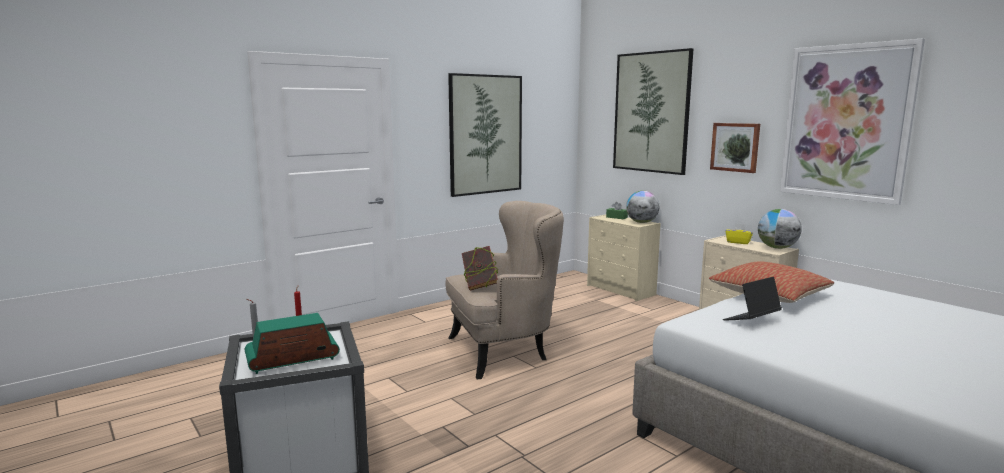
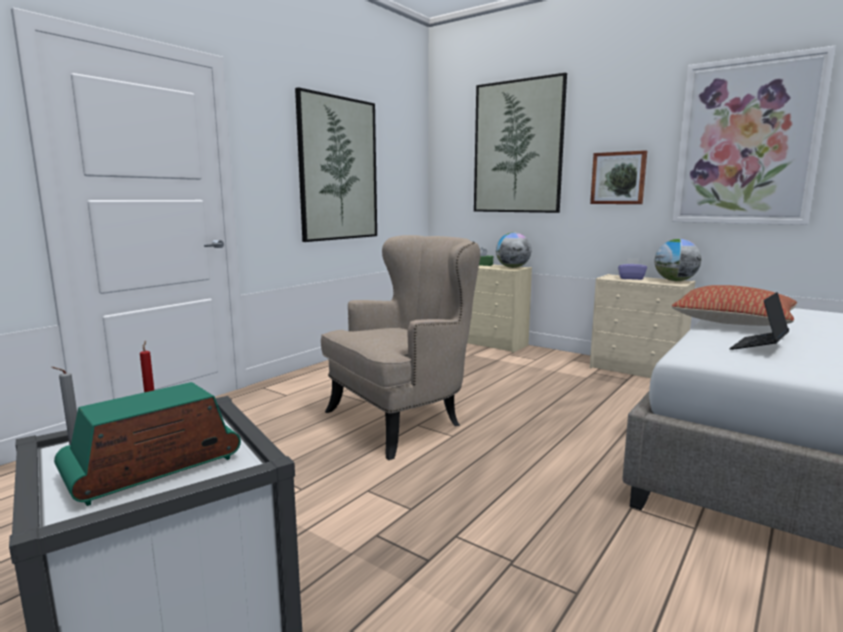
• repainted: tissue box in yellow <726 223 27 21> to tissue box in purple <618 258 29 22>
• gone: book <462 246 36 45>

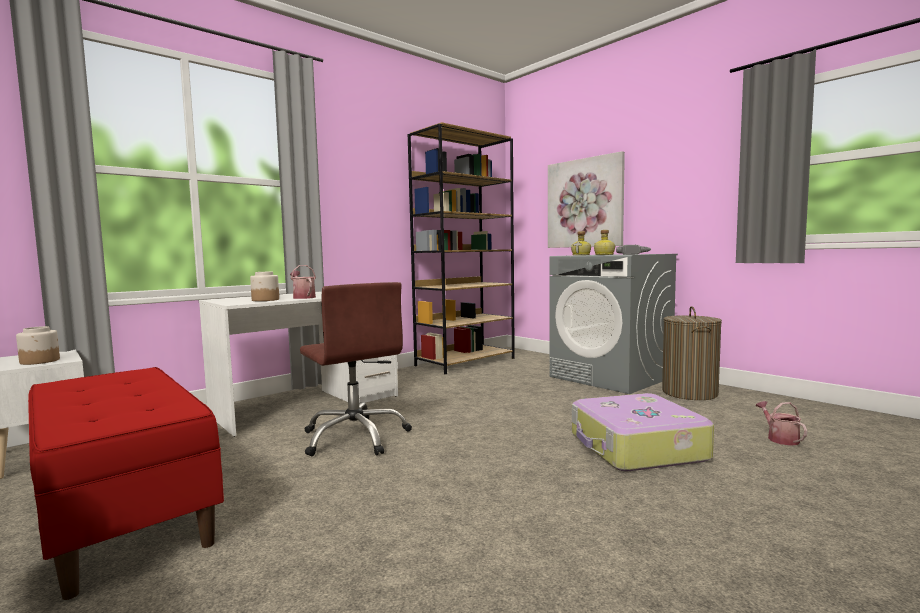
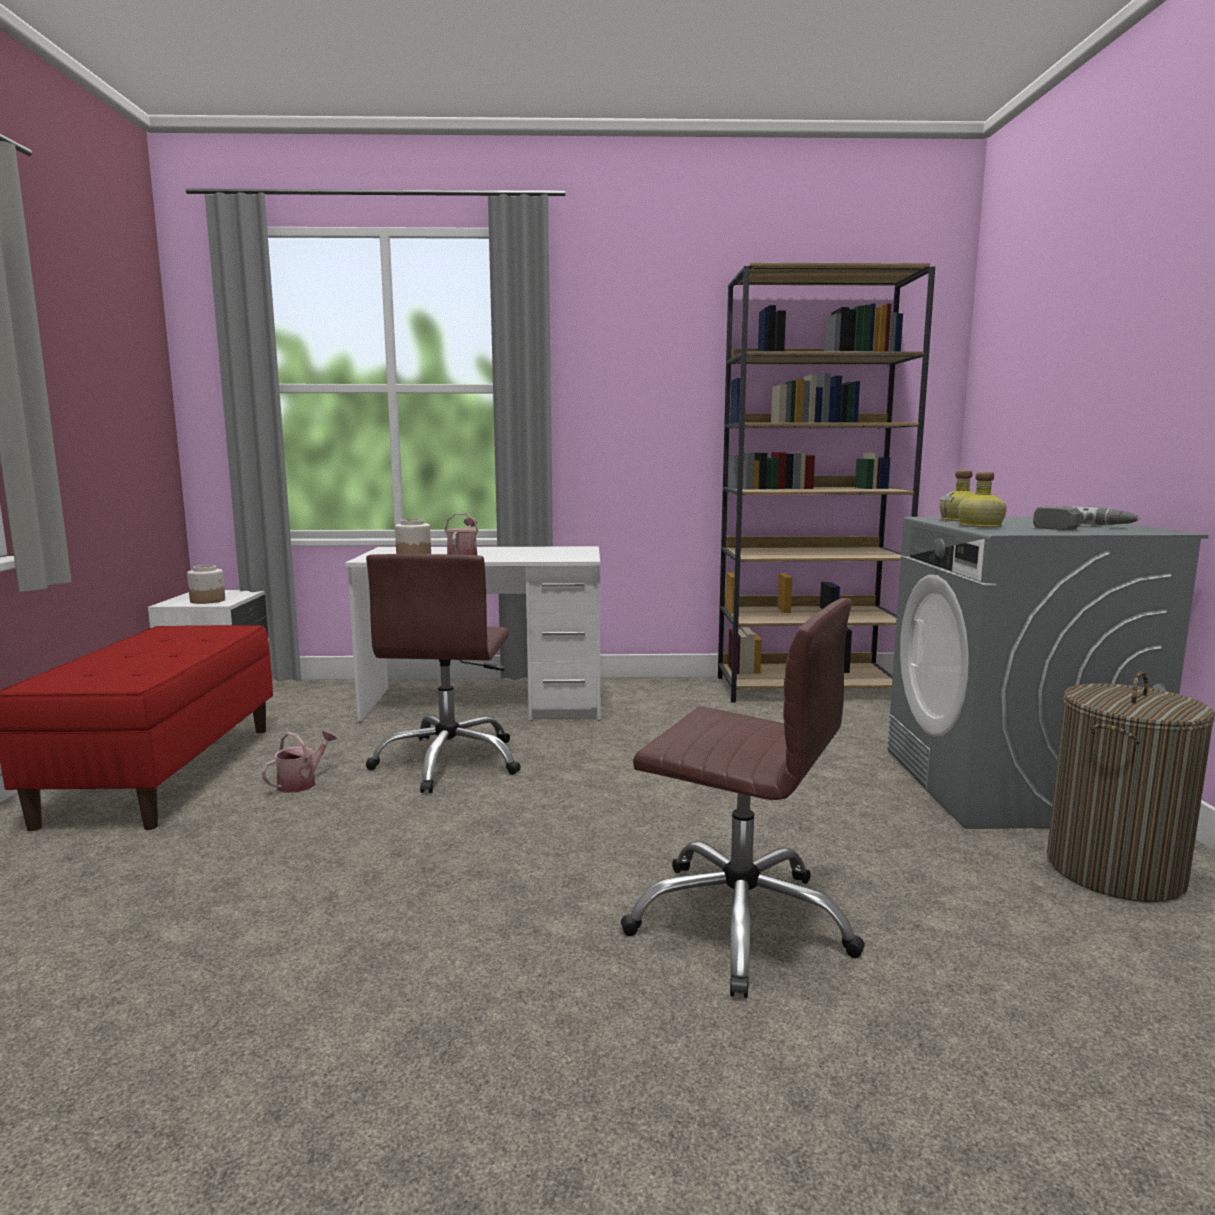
• shifted: watering can <756 401 51 45> to <261 731 76 62>
• swapped: suitcase <572 393 142 78> to office chair in brown <621 598 244 400>
• gone: picture <548 151 77 97>

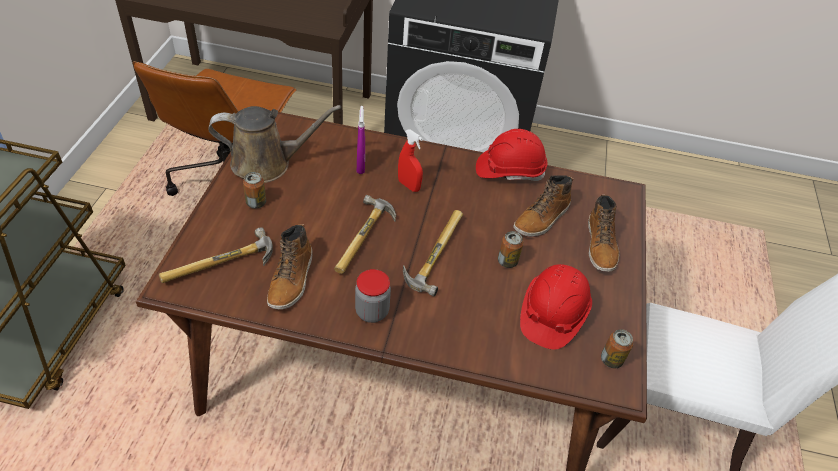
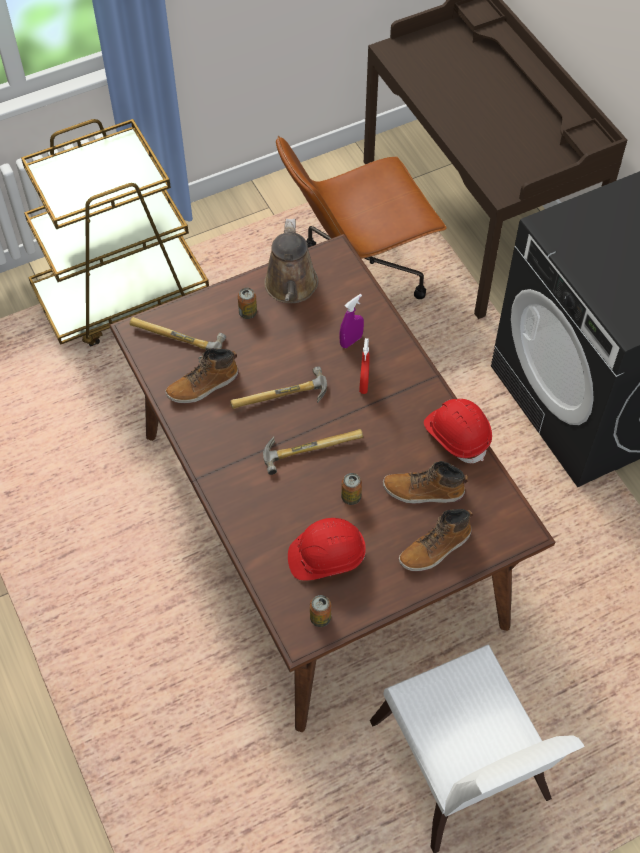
• rotated: watering can in brown <208 105 133 78> = <264 219 54 84> 45 degrees clockwise
• gone: jar <355 269 36 54>

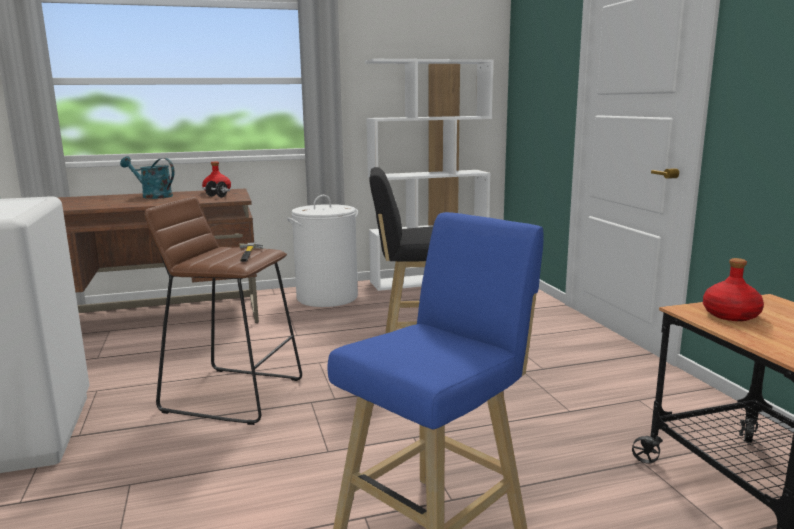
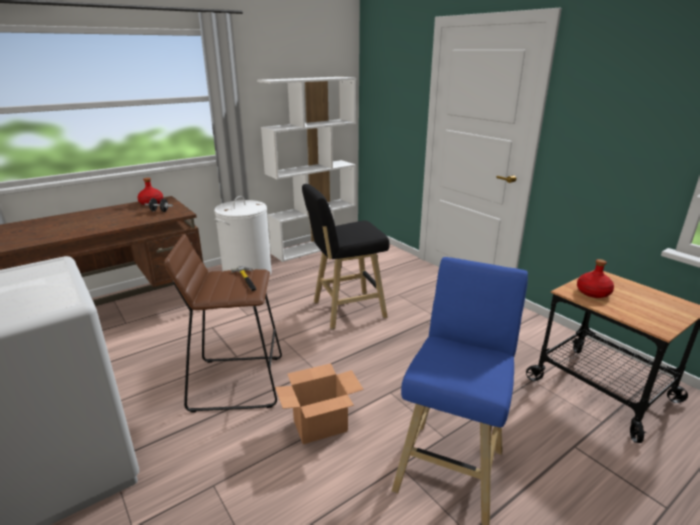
• new: cardboard box <275 363 89 81>
• gone: watering can in turquoise <120 156 55 43>

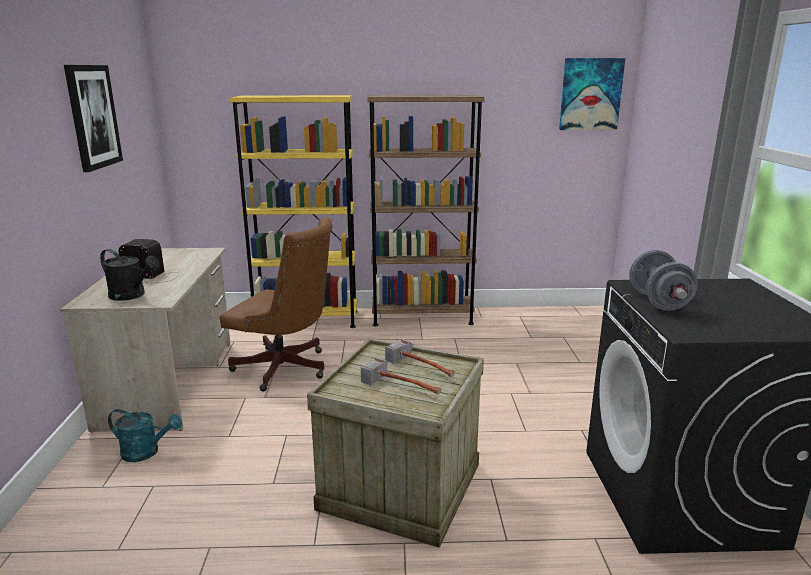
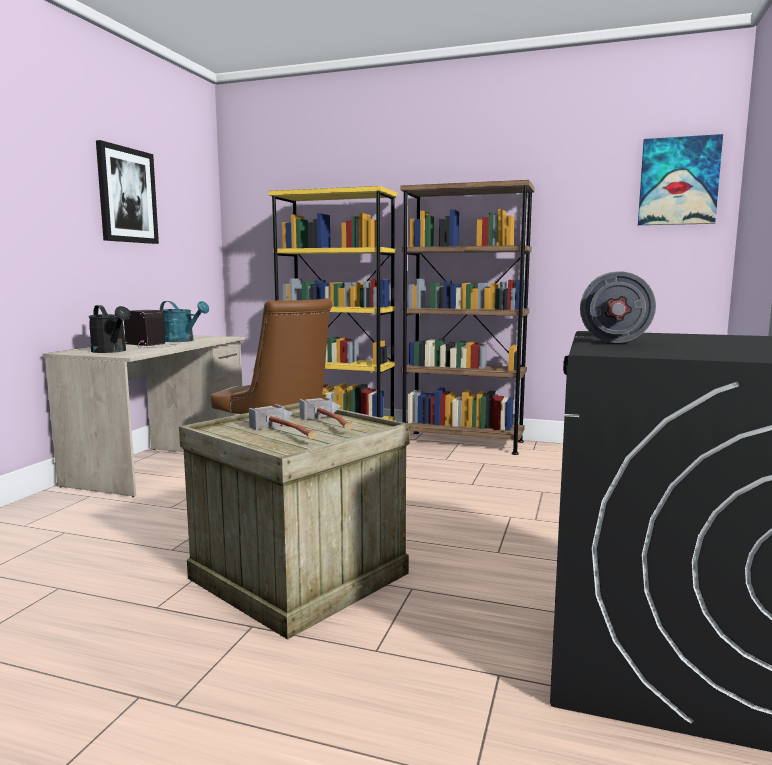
• shifted: watering can in turquoise <108 409 74 53> to <160 301 49 41>

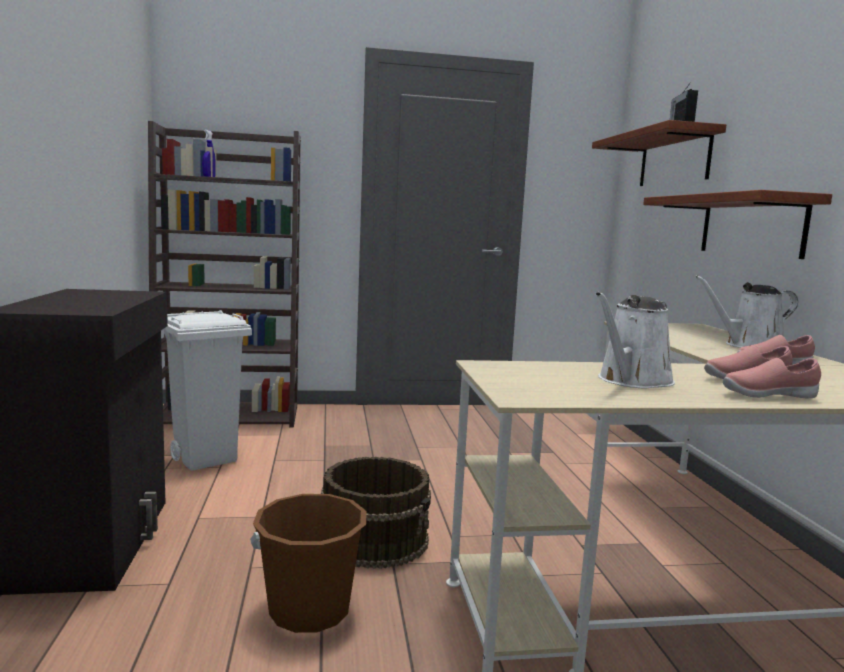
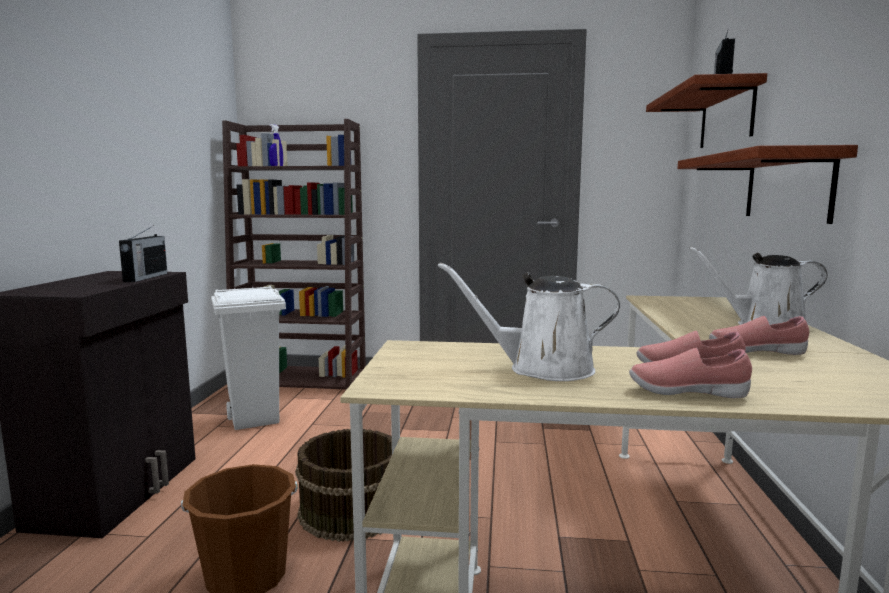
• new: radio <119 226 48 56>
• rotated: watering can in white <595 292 80 97> = <438 262 182 119> 45 degrees clockwise

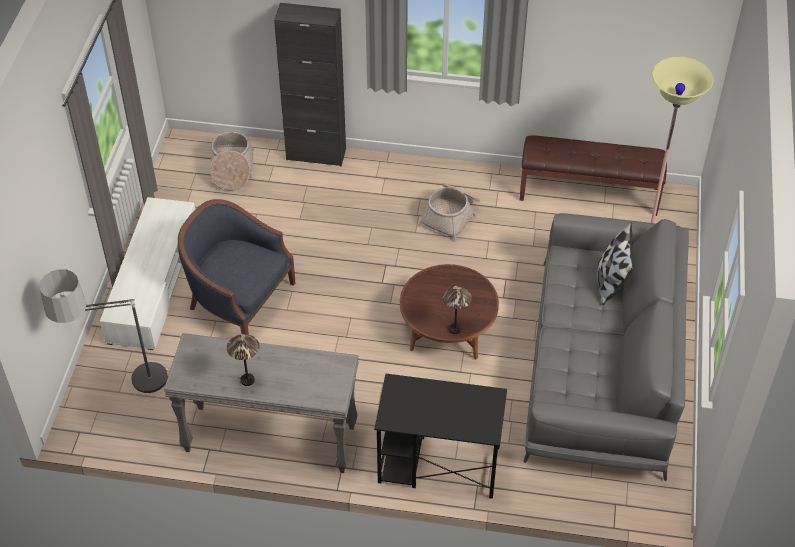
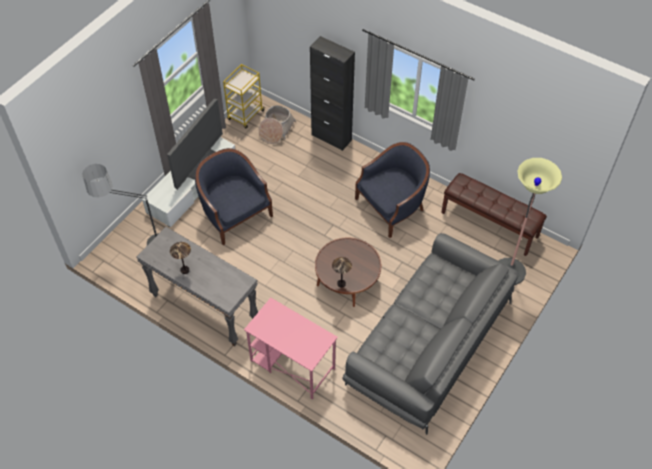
• new: television <167 99 56 91>
• new: cart in yellow <223 64 42 64>
• repainted: desk in black <374 374 133 125> to desk in pink <244 297 94 103>
• swapped: basket <418 183 62 59> to armchair in blue <355 142 75 96>
• gone: pillow <597 222 36 83>

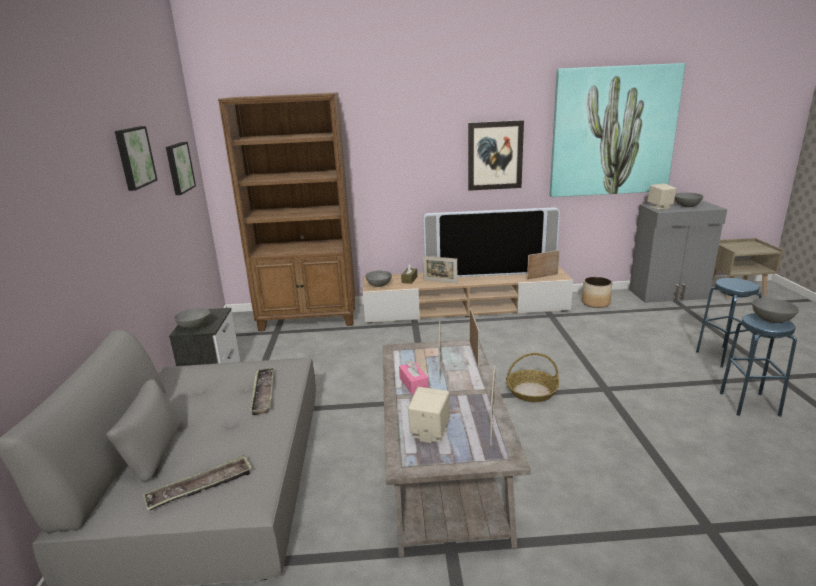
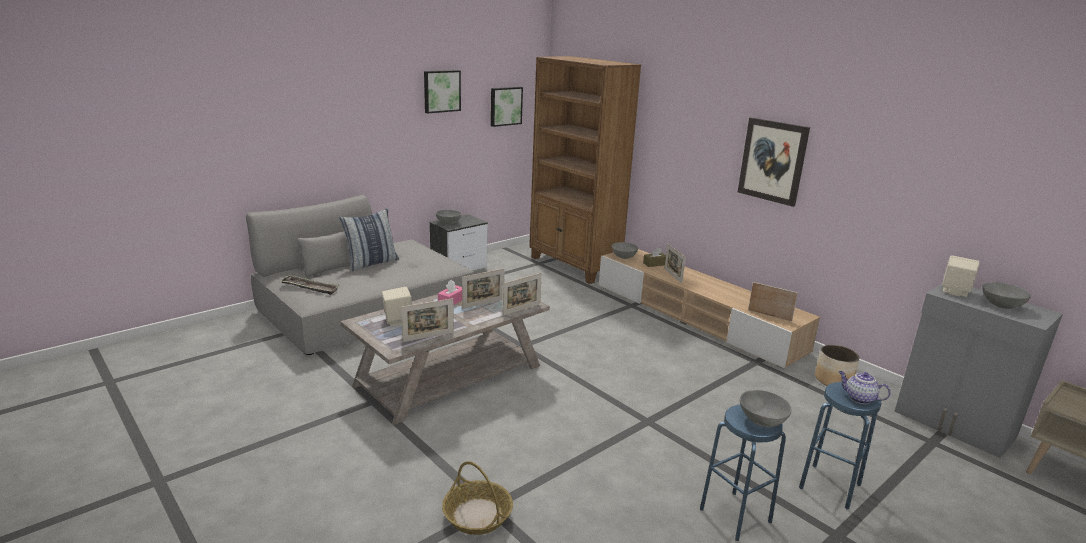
• new: pillow <339 208 60 63>
• shifted: basket <506 353 53 49> to <442 461 71 74>
• new: teapot <839 371 52 33>
• gone: tray <250 367 24 48>
• gone: television <423 207 137 70>
• gone: picture <550 63 135 134>

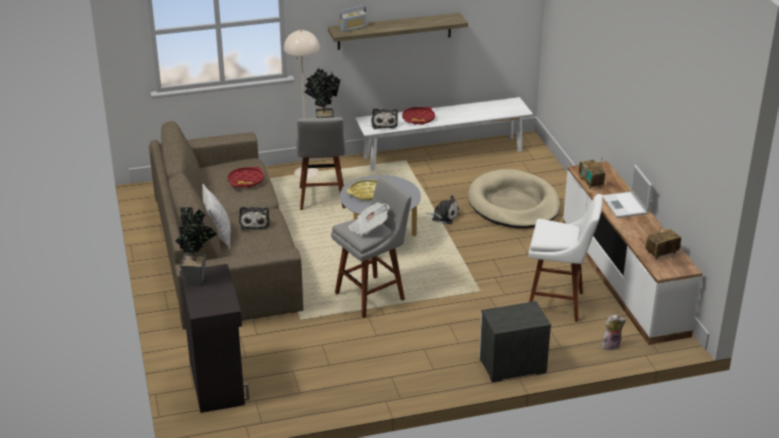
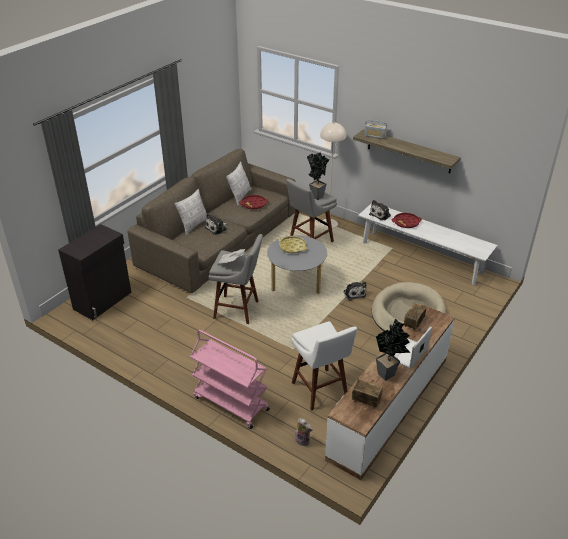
• swapped: nightstand <479 301 72 82> to cart in pink <190 330 80 99>
• new: pillow <226 162 26 43>
• shifted: potted plant <175 207 42 79> to <376 319 35 61>

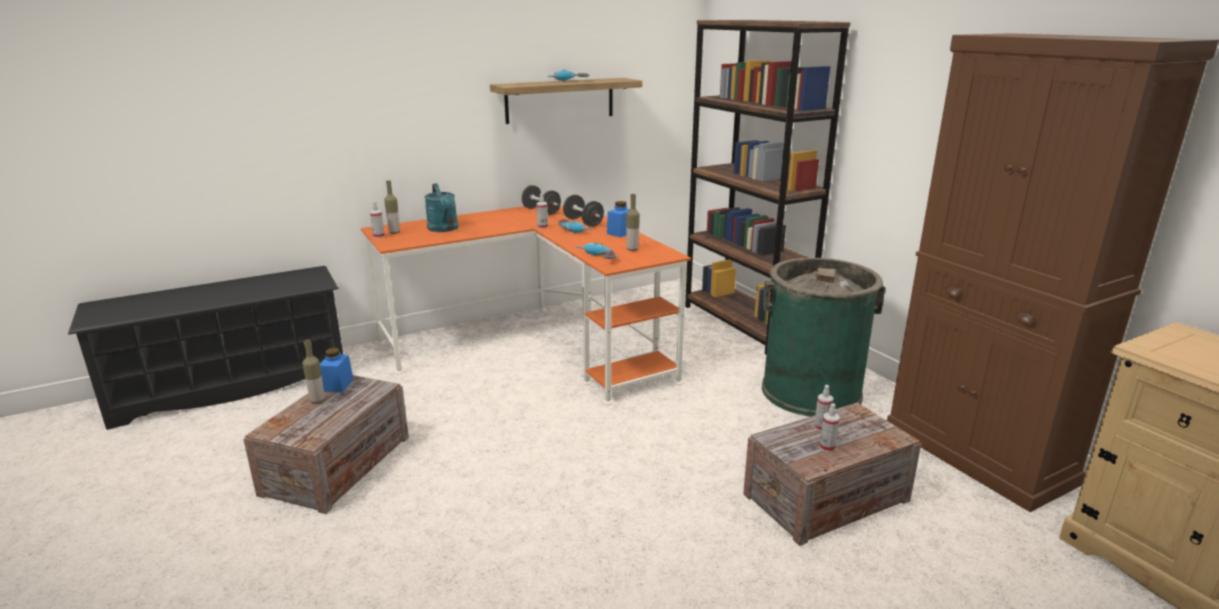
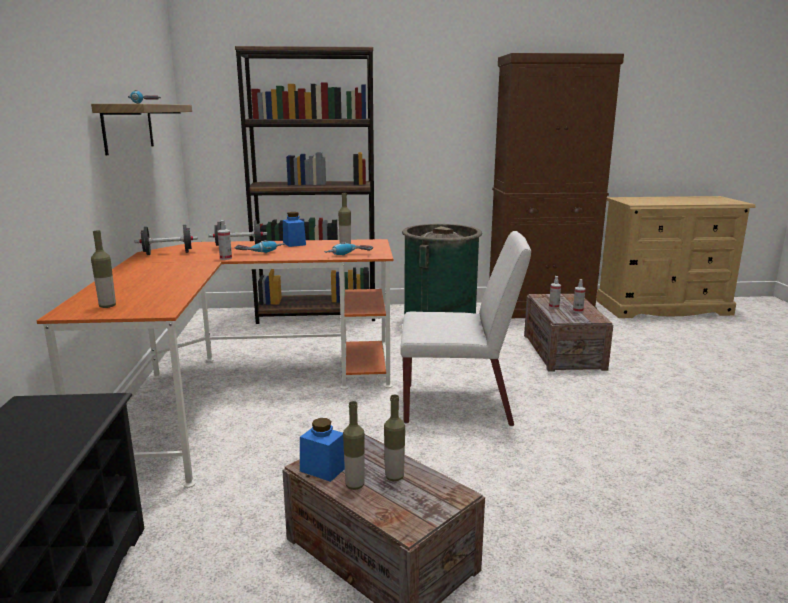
• new: bottle <384 395 21 86>
• new: chair in white <400 231 131 195>
• gone: spray bottle <370 202 15 36>
• gone: watering can in turquoise <424 183 34 49>

